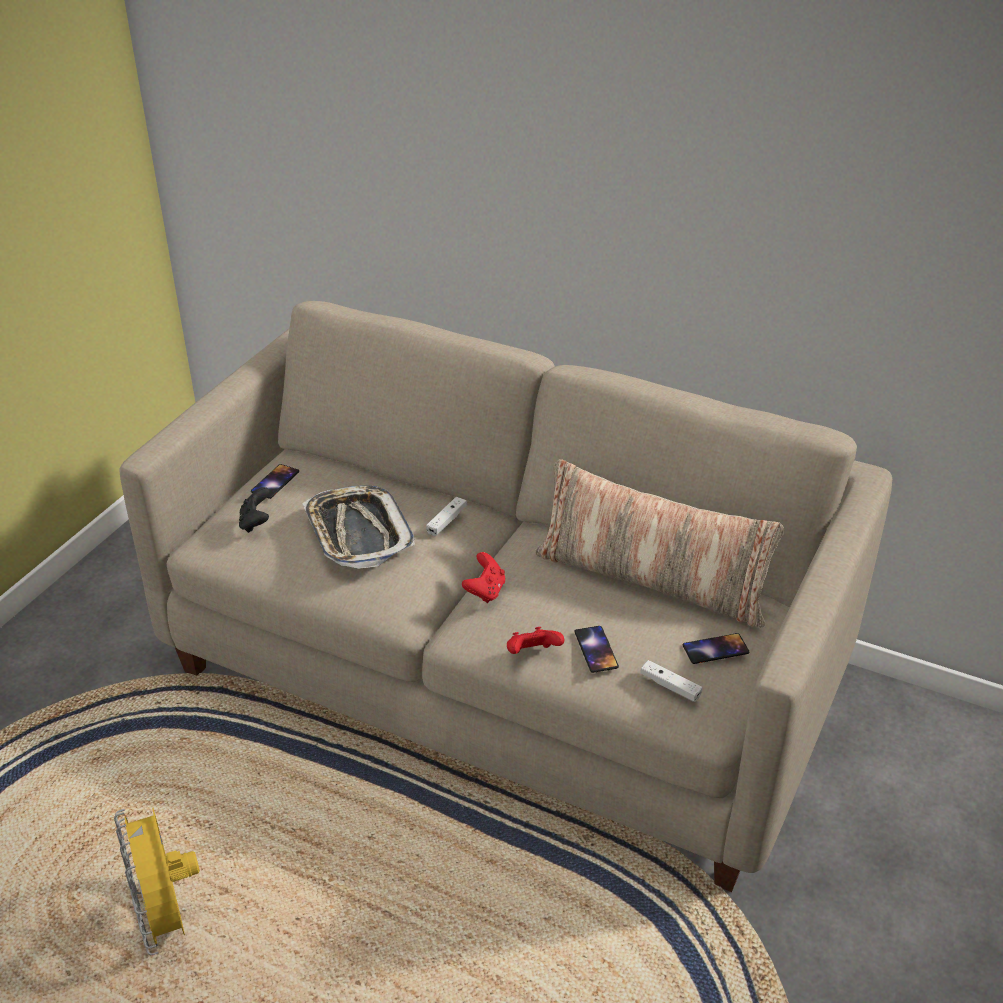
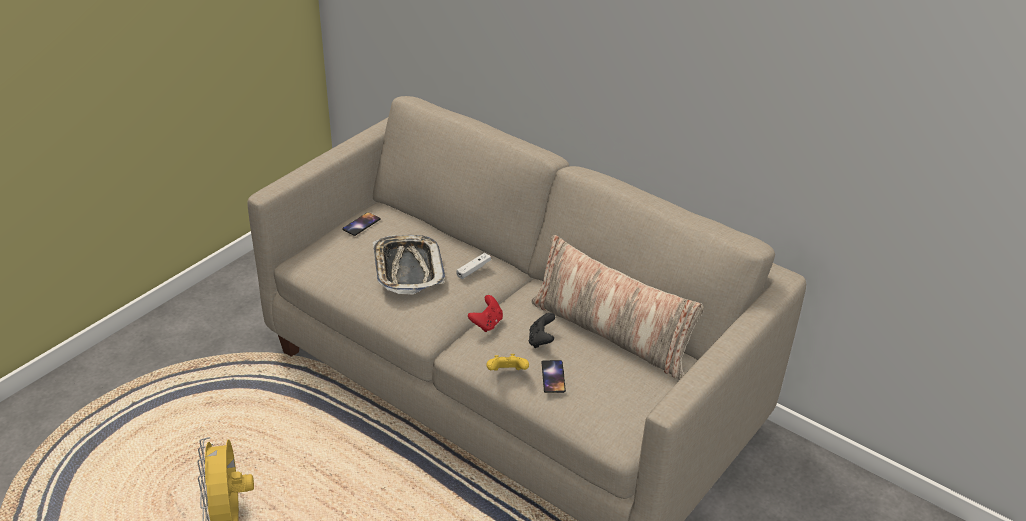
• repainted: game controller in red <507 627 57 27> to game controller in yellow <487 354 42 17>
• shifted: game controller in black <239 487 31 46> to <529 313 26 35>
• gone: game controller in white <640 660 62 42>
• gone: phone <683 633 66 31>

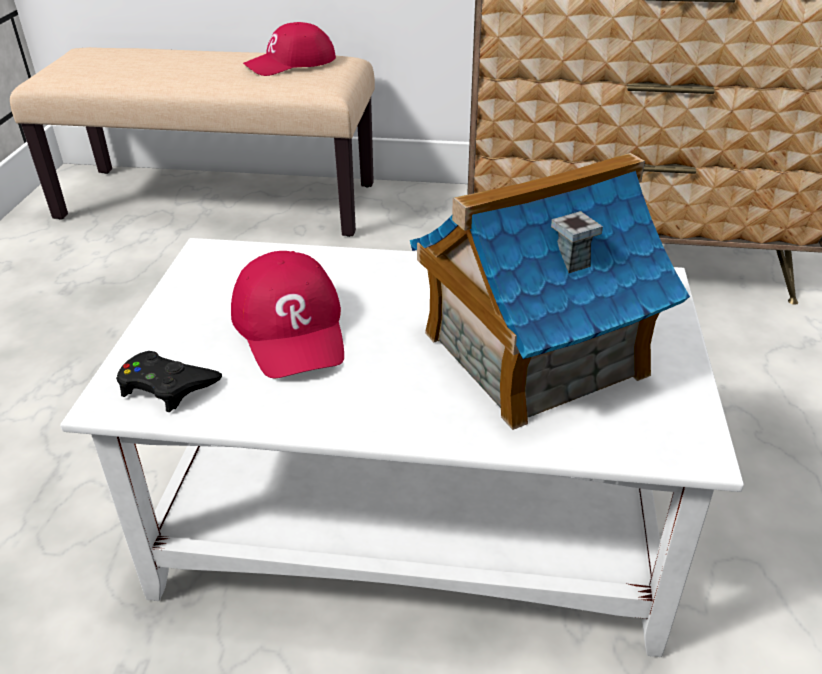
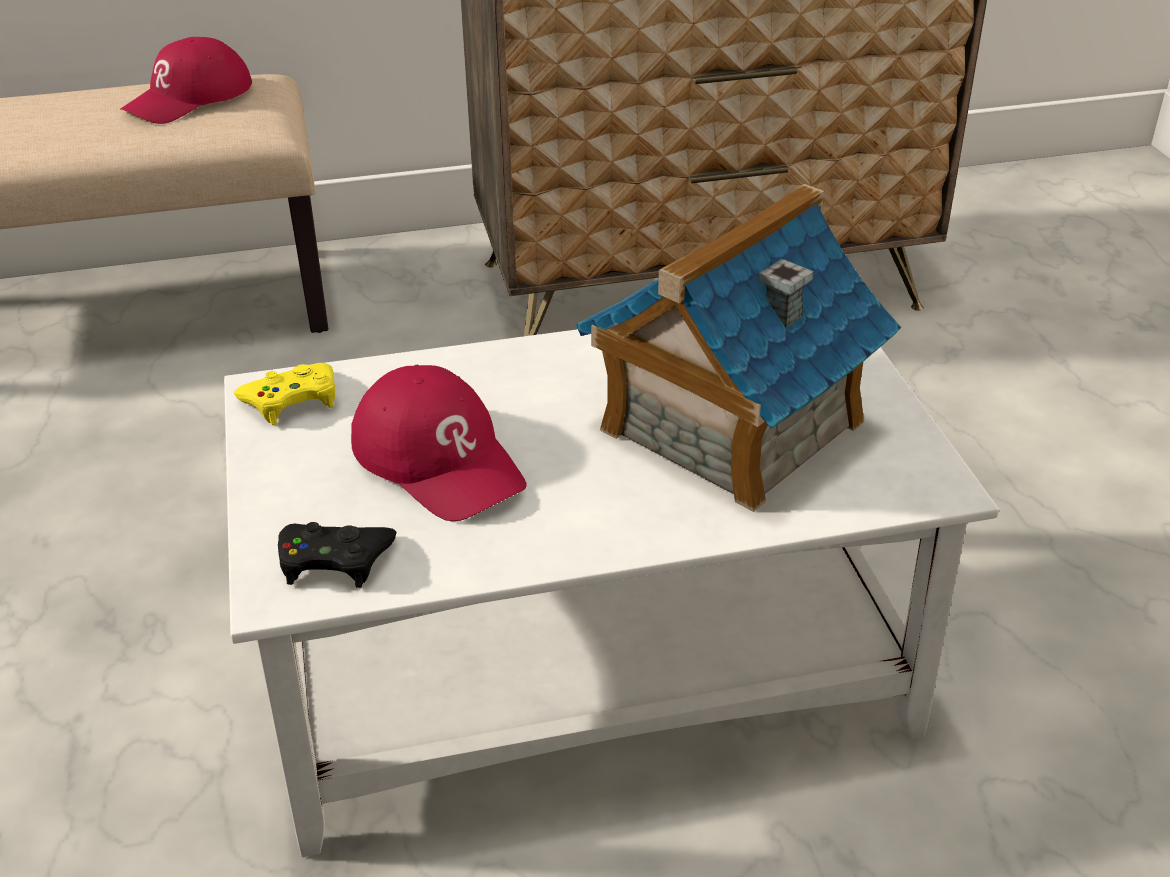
• new: game controller in yellow <234 363 101 62>

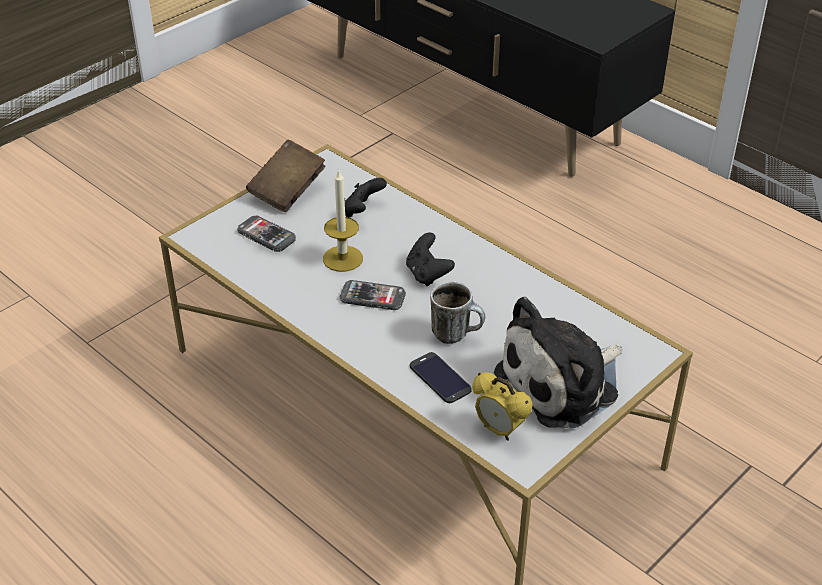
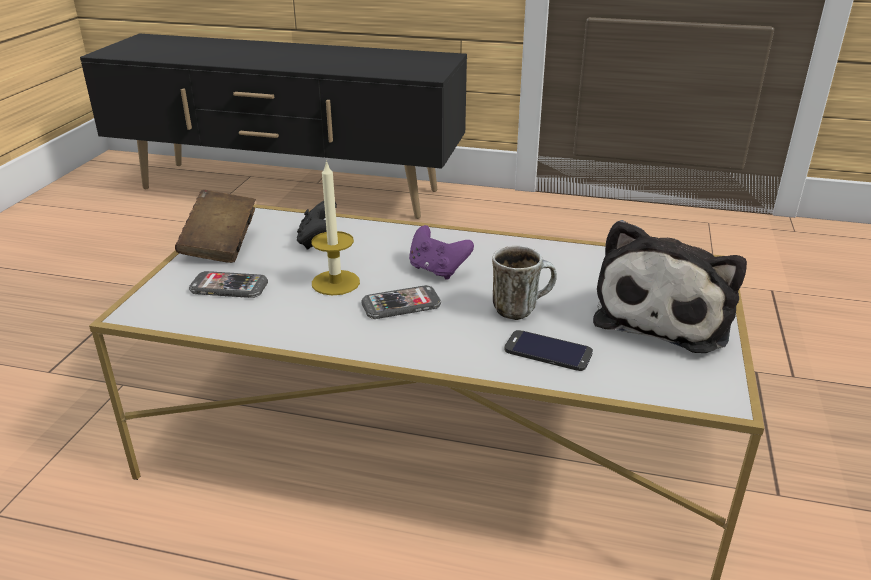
• repainted: game controller in black <406 232 49 54> to game controller in purple <409 225 65 55>
• gone: alarm clock <472 372 61 69>

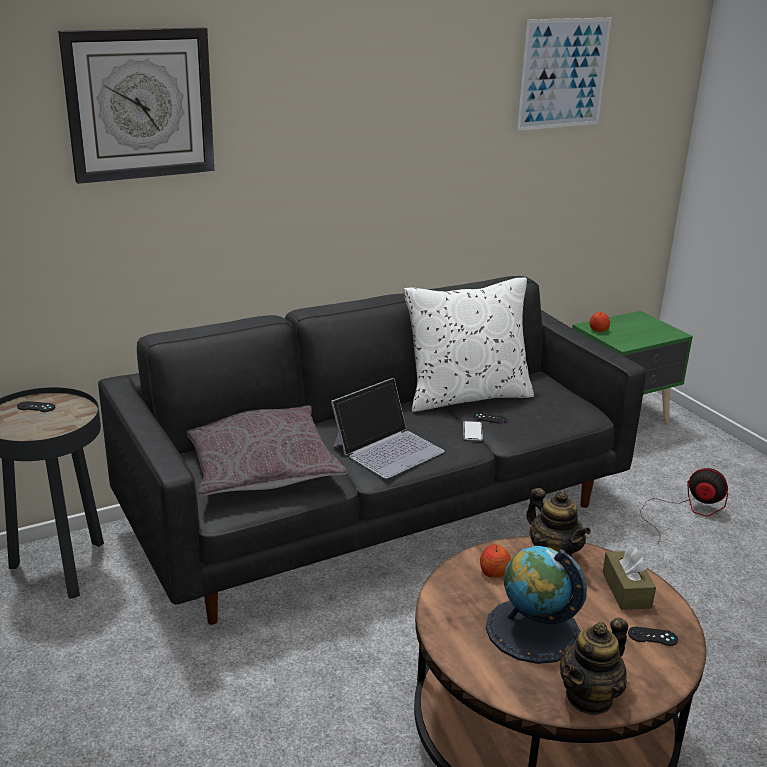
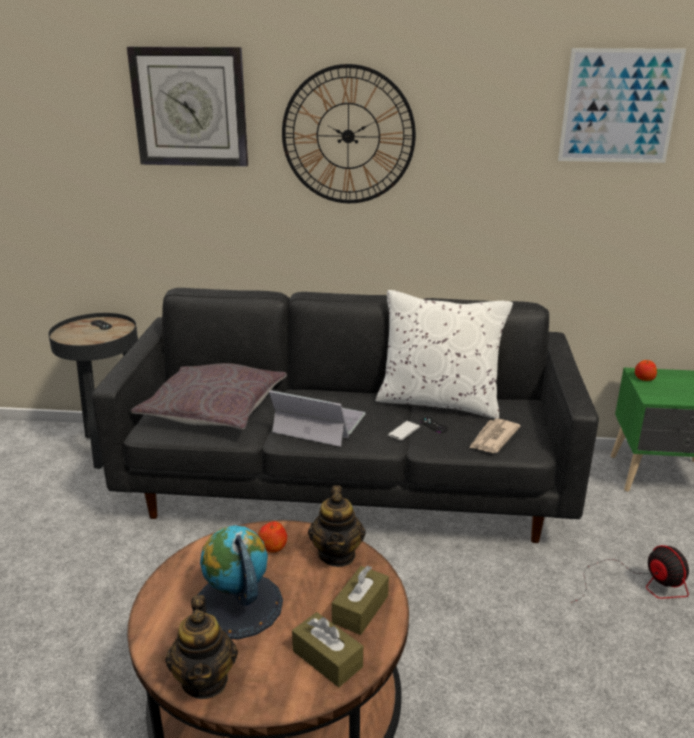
• rotated: teapot <560 617 68 99> = <165 595 73 104> 90 degrees counterclockwise
• rotated: laptop <331 378 114 101> = <269 390 97 57> 150 degrees counterclockwise
• new: wall clock <282 64 134 139>
• swapped: game controller in black <628 627 50 19> to tissue box in brown <292 612 71 75>
• new: newspaper <469 418 52 35>

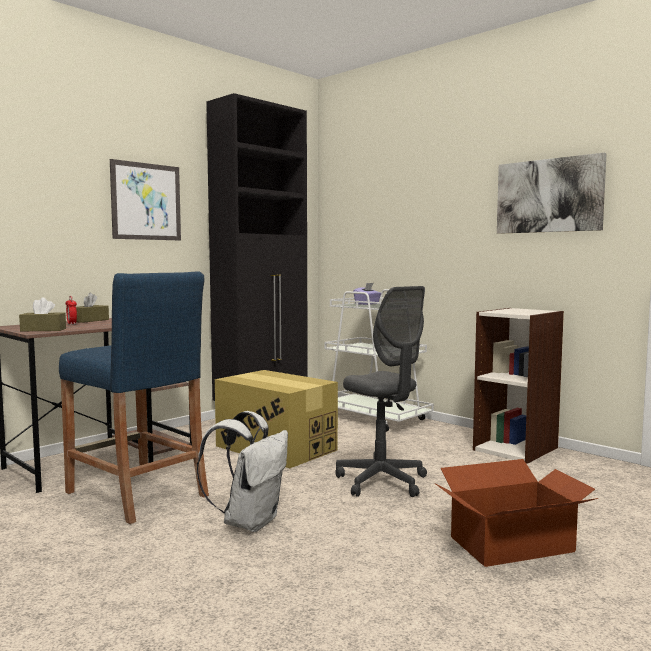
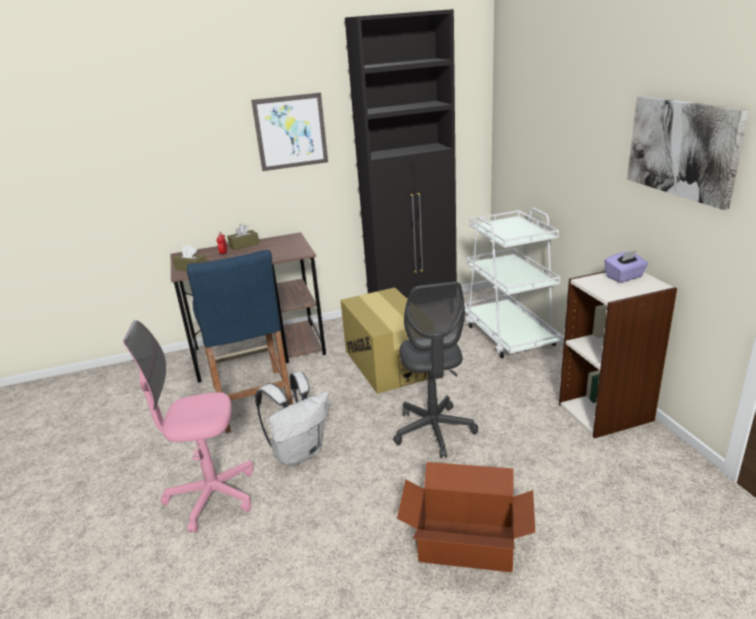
• new: office chair in pink <123 320 131 212>
• shifted: tissue box in purple <353 283 28 22> to <604 250 44 33>

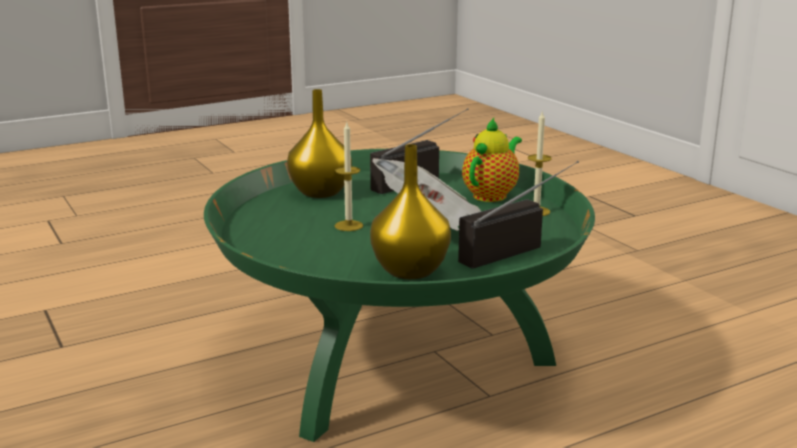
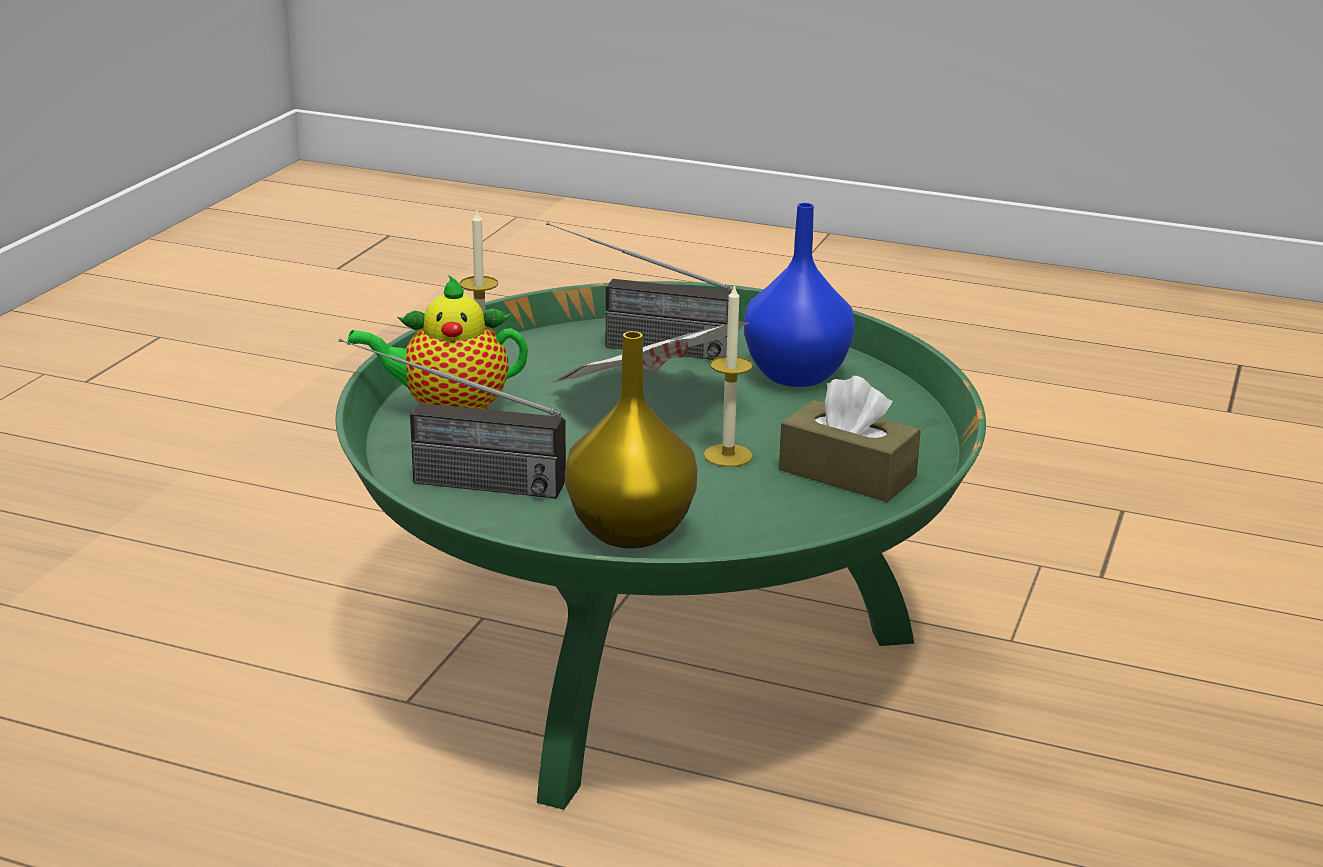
• repainted: vase in yellow <370 144 81 135> to vase in blue <744 203 111 184>
• new: tissue box in brown <779 376 142 126>

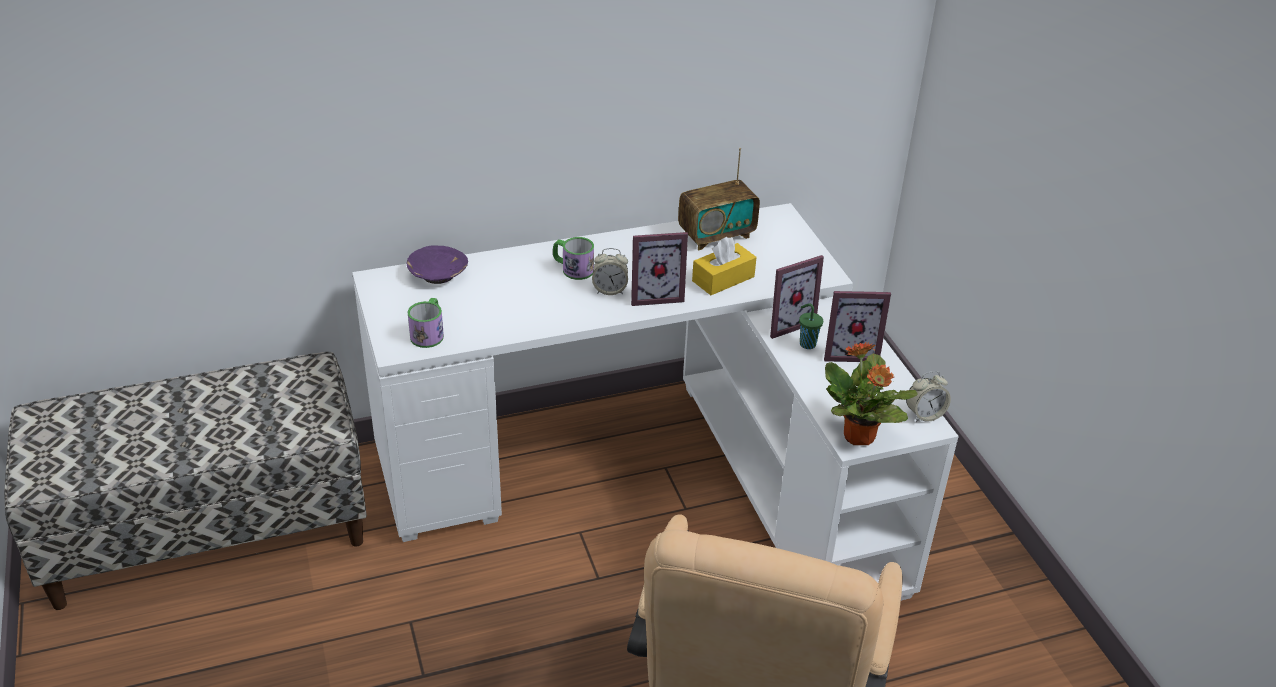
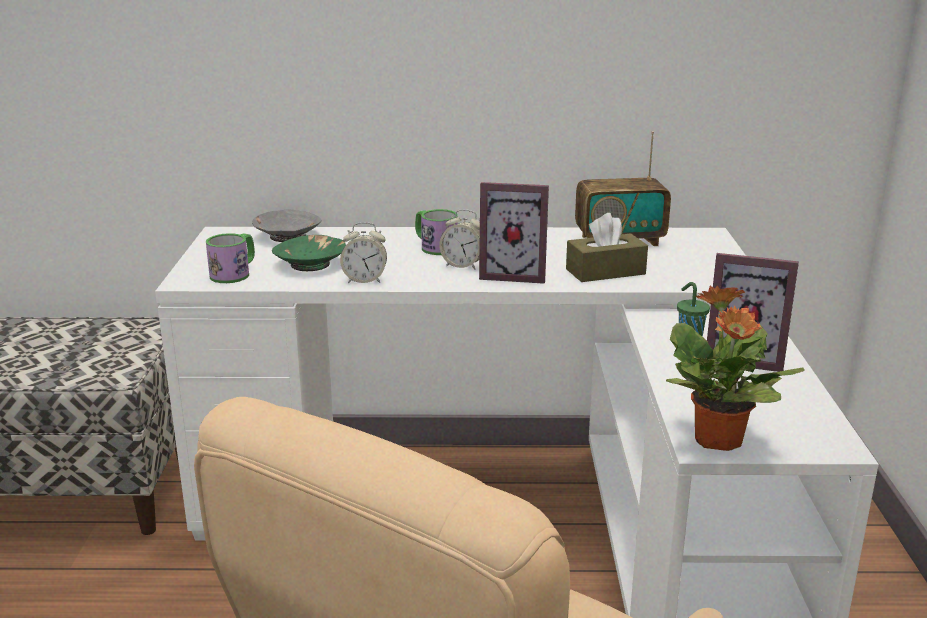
• repainted: bowl in purple <407 246 61 38> to bowl in grey <252 210 69 32>
• new: bowl in green <272 235 74 36>
• shifted: alarm clock <906 371 45 51> to <340 222 47 61>
• repainted: tissue box in yellow <692 237 65 58> to tissue box in brown <566 213 82 69>
• gone: picture frame <770 255 54 84>

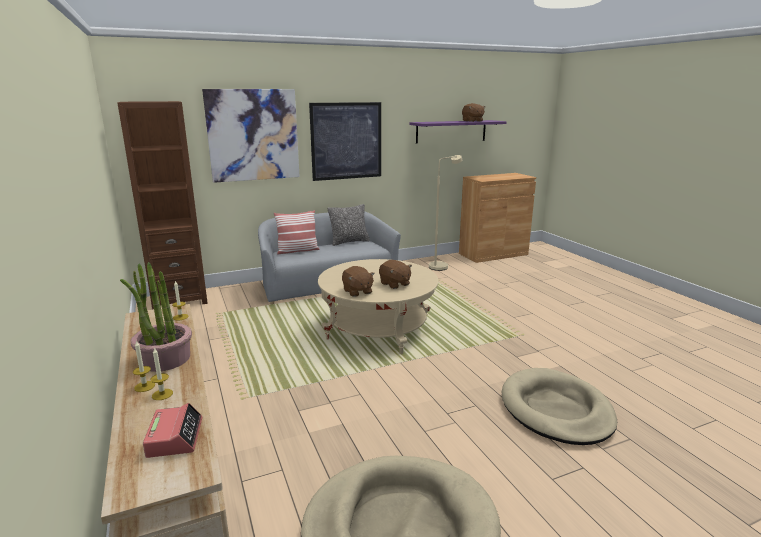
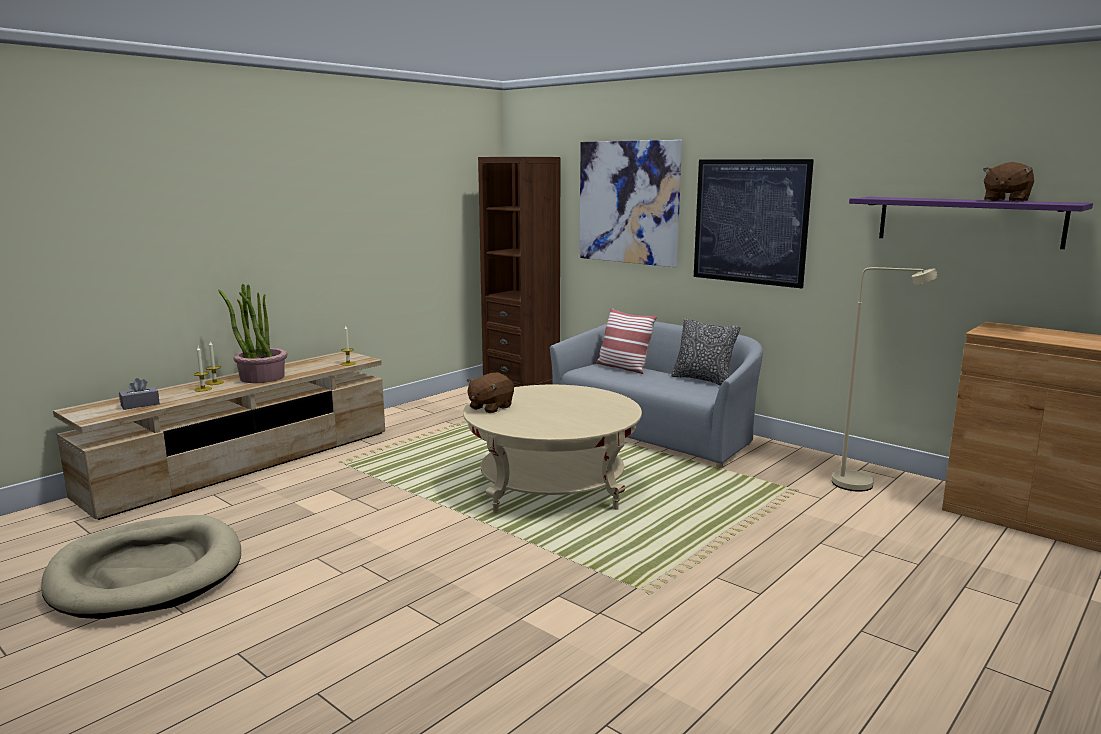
• swapped: alarm clock <143 403 59 55> to tissue box in grey <119 378 41 32>
• gone: plush toy in brown <379 260 33 29>
• gone: dog bed in beige <502 368 115 77>

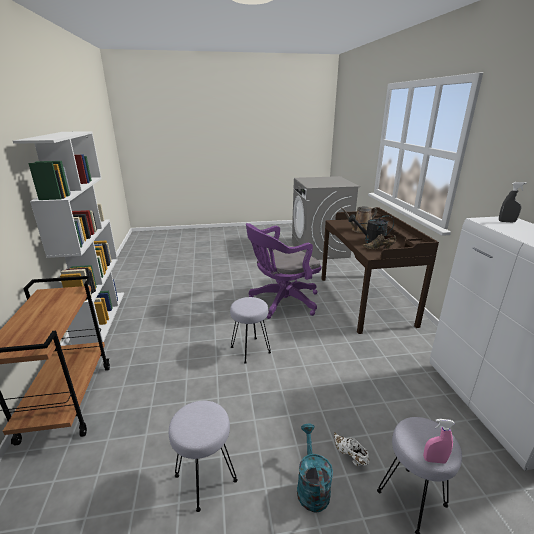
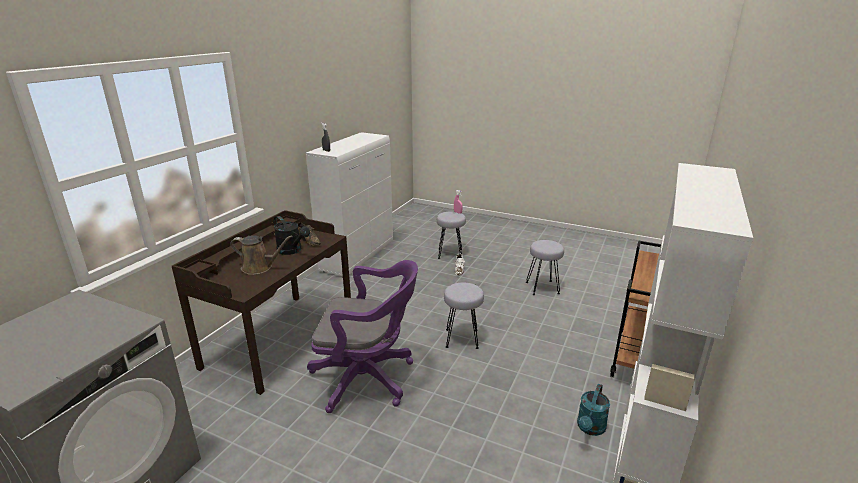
• shifted: watering can in turquoise <297 424 36 88> to <577 384 33 52>

